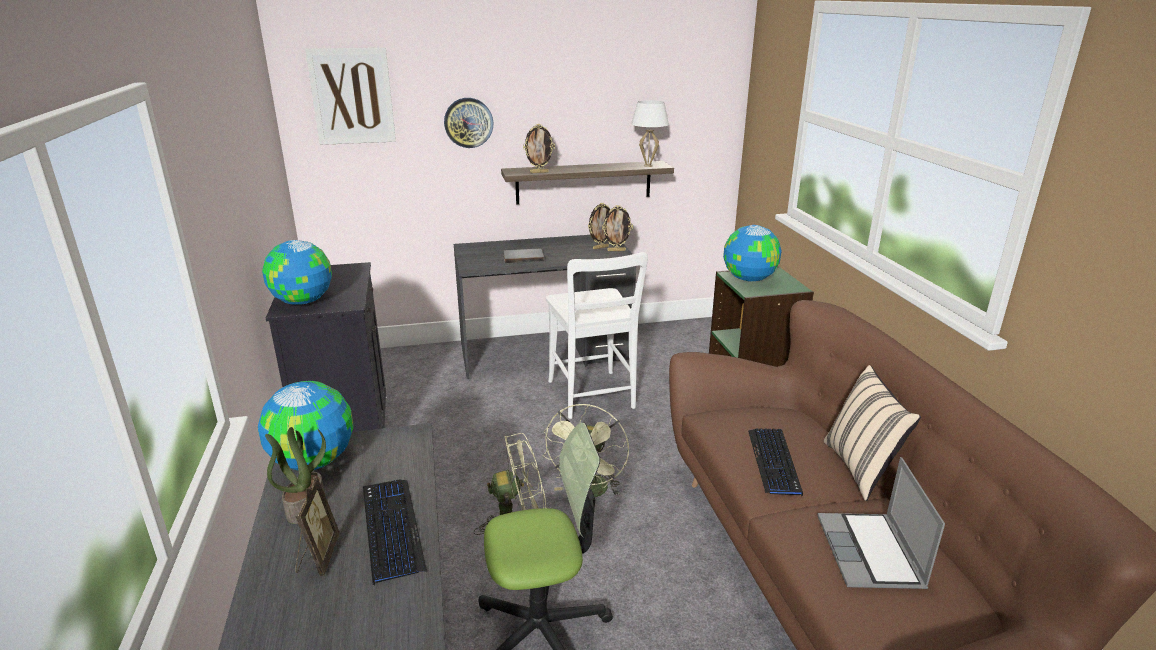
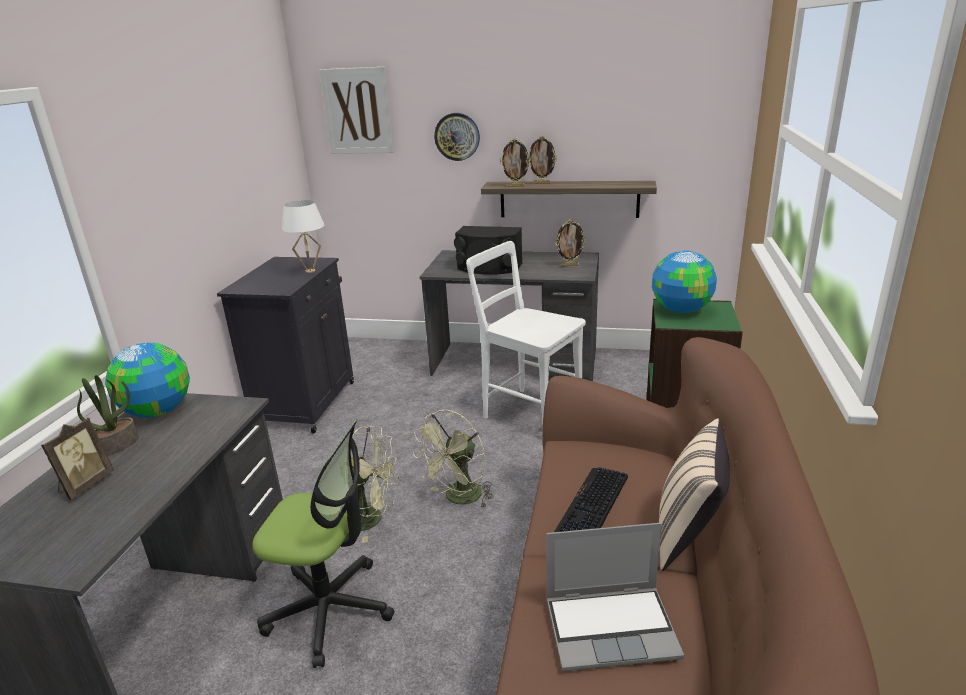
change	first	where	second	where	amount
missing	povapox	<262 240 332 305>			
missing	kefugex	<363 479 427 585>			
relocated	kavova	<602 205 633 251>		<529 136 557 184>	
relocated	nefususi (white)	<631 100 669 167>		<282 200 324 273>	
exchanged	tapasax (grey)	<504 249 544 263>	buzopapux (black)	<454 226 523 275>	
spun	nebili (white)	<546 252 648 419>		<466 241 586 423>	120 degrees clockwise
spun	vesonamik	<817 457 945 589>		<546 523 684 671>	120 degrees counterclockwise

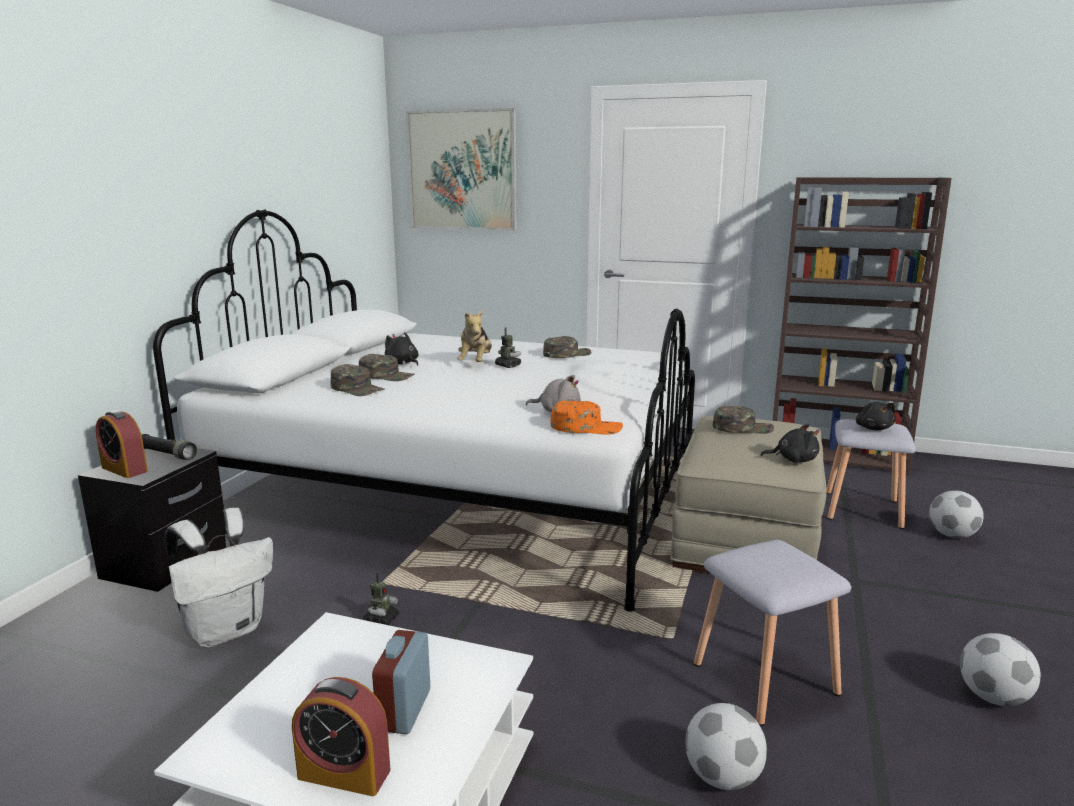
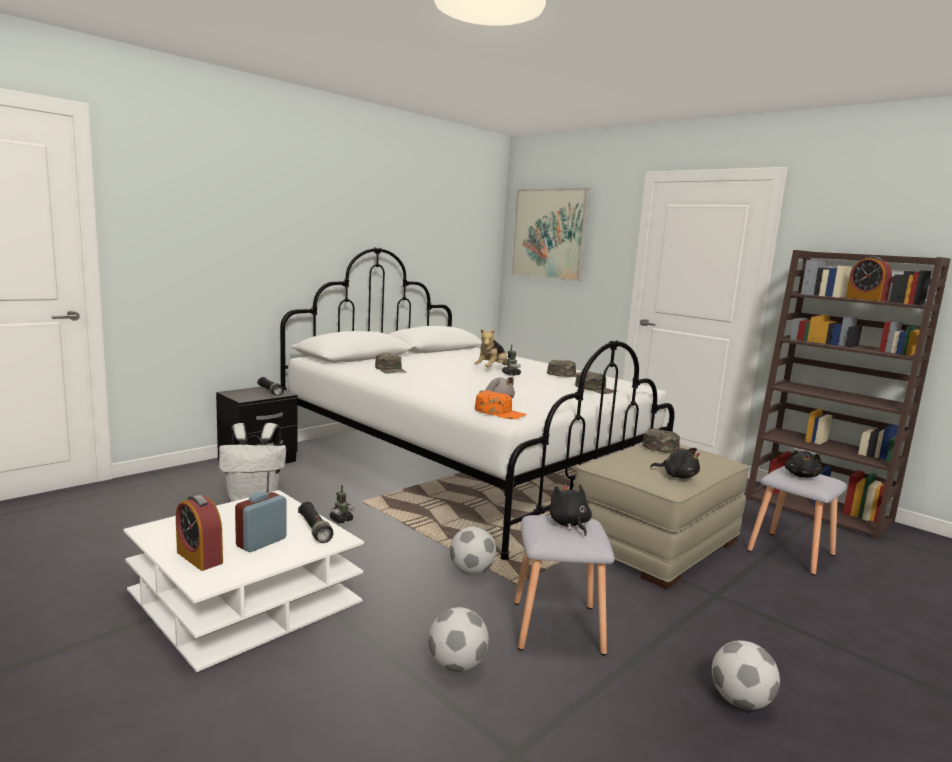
change	first	where	second	where	amount
appeared			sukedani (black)	<298 502 333 543>	
relocated	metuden	<95 410 148 478>		<846 256 892 301>	
relocated	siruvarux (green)	<359 354 415 381>		<575 371 614 394>	
relocated	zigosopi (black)	<385 332 418 366>		<549 484 592 536>	
relocated	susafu	<929 490 984 538>		<450 527 496 575>	

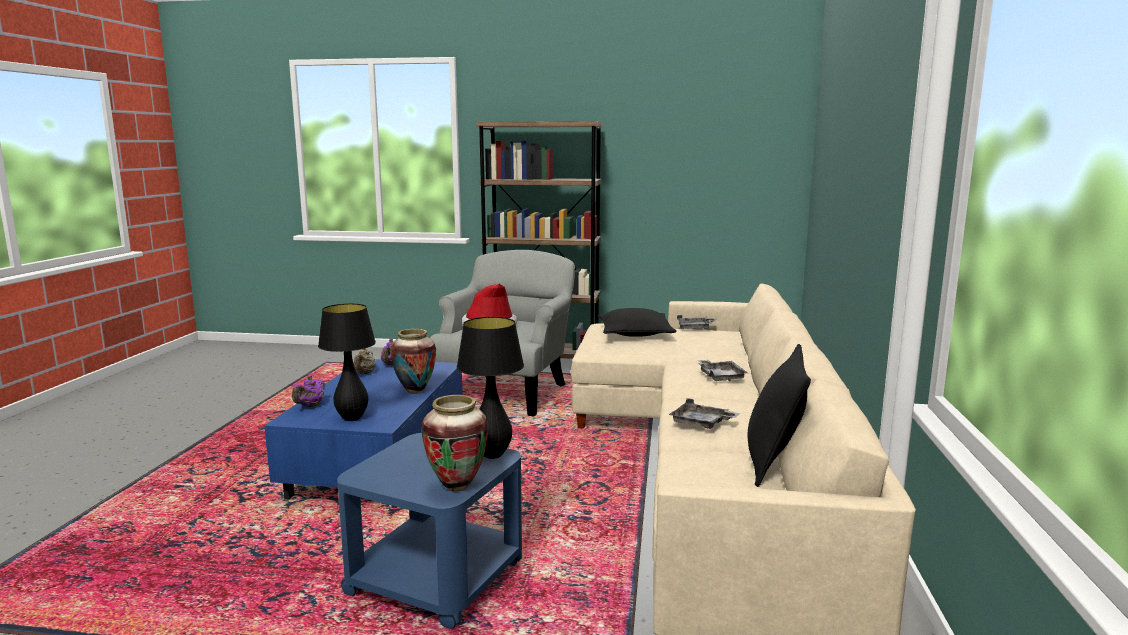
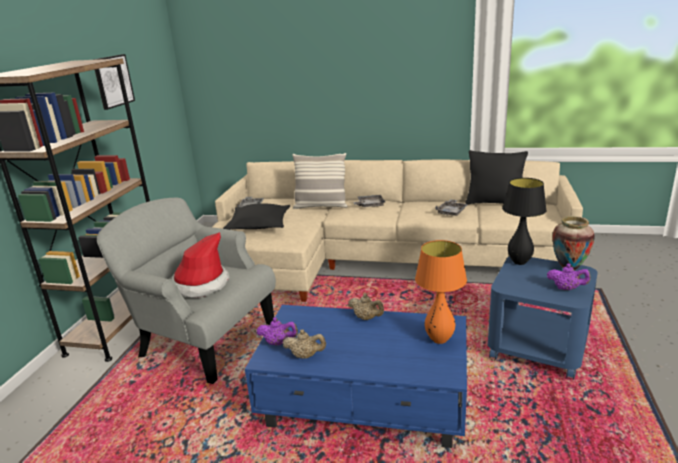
change	first	where	second	where	amount
appeared			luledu	<92 54 135 110>	
appeared			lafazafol	<293 153 348 209>	
relocated	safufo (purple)	<292 375 325 407>		<547 264 590 290>	
exchanged	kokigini	<390 329 436 394>	safufo (beige)	<348 293 384 320>	
colour	nefususi (black)	<318 304 376 421>	nefususi (orange)	<415 240 467 344>	

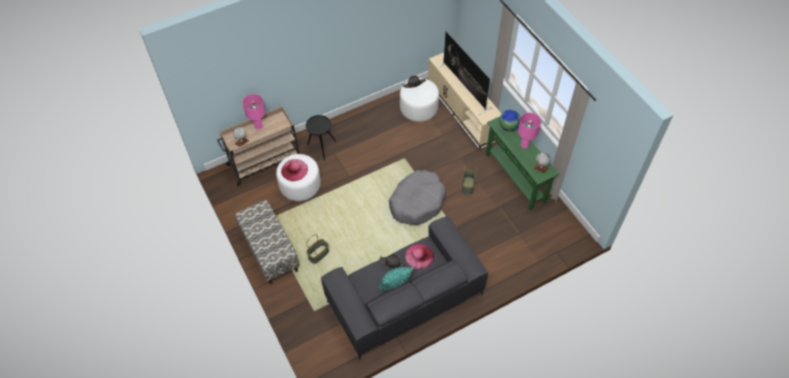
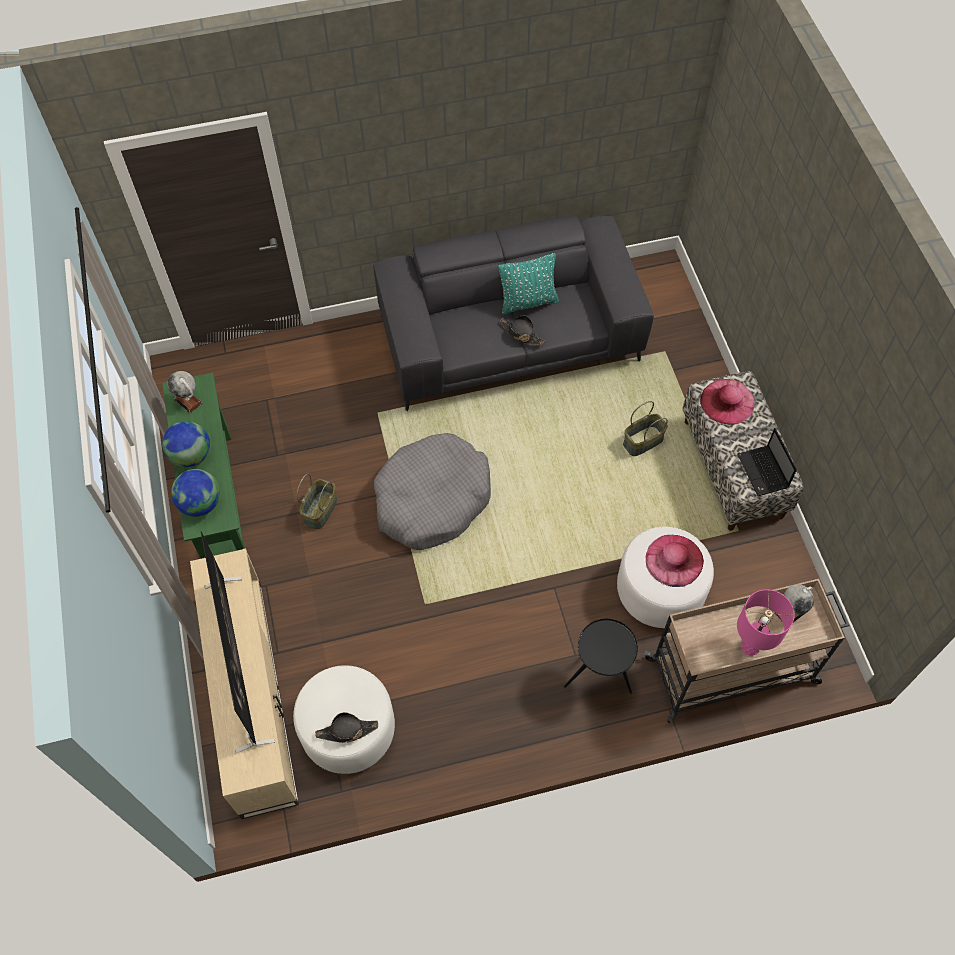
change	first	where	second	where	amount
appeared			vesonamik	<737 428 797 496>	
relocated	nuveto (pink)	<405 244 434 270>		<700 379 755 425>	
exchanged	nefususi (pink)	<518 113 541 148>	povapox	<162 421 210 467>	

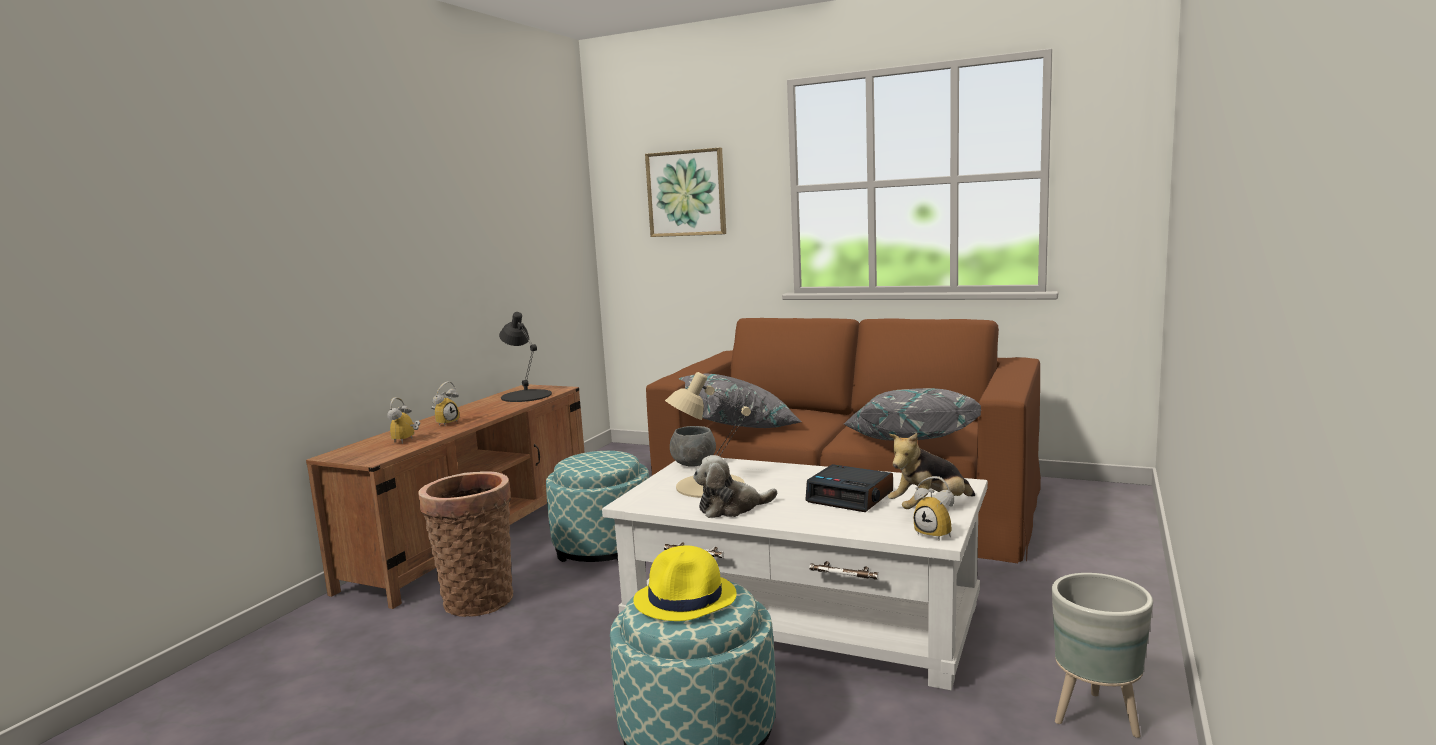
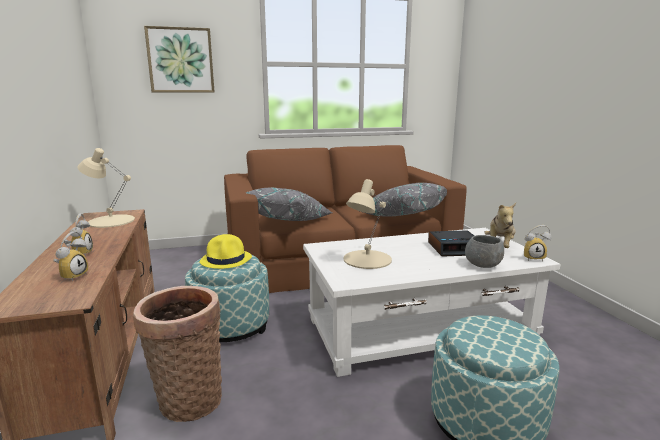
change	first	where	second	where	amount
missing	zigosopi	<693 455 777 518>			
missing	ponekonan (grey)	<1052 573 1153 738>			
relocated	nuveto (yellow)	<633 546 737 621>		<199 234 252 269>	
relocated	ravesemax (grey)	<670 426 716 467>		<465 235 504 268>	
colour	nefususi (black)	<499 312 552 402>	nefususi (beige)	<78 148 135 228>	
spun	metuden	<387 397 420 444>		<53 231 88 281>	135 degrees counterclockwise

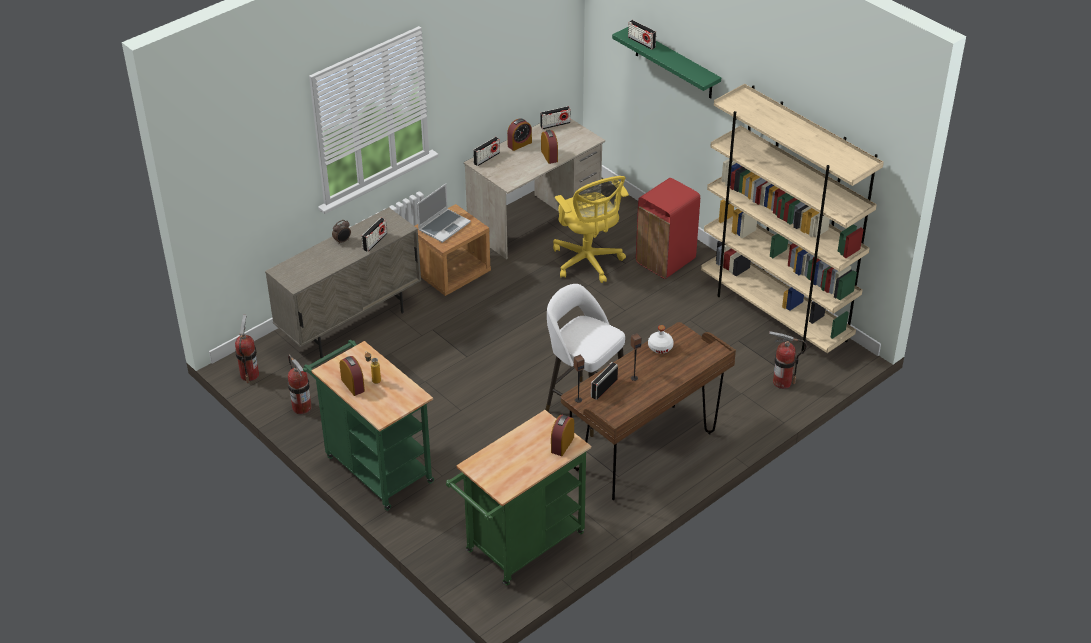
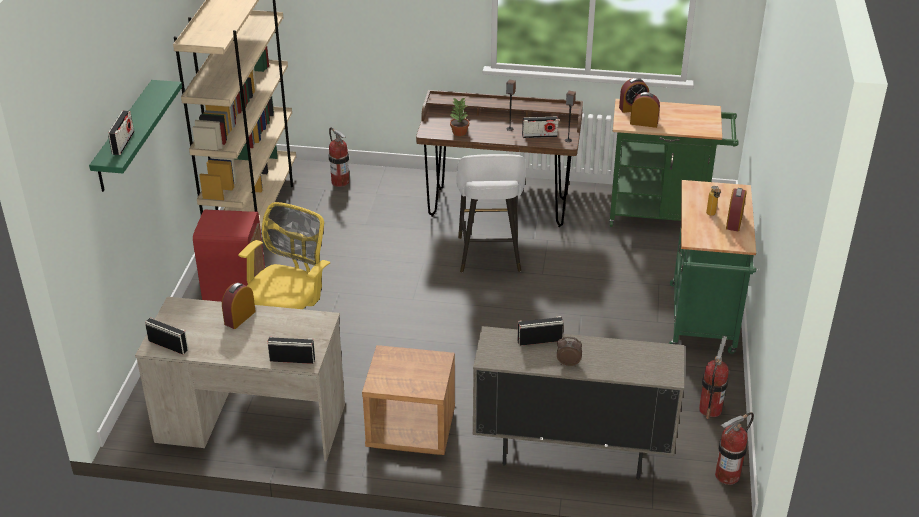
change	first	where	second	where	amount
missing	vesonamik	<417 184 471 243>			
relocated	metuden	<507 118 532 151>		<630 92 660 128>	
exchanged	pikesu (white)	<648 325 674 354>	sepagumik	<450 98 469 136>	

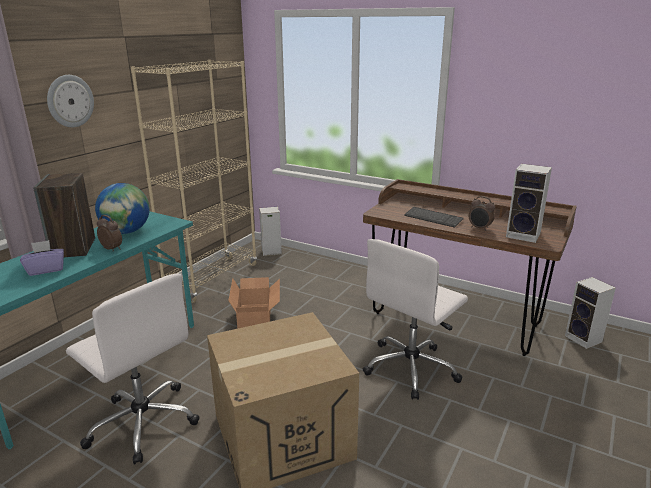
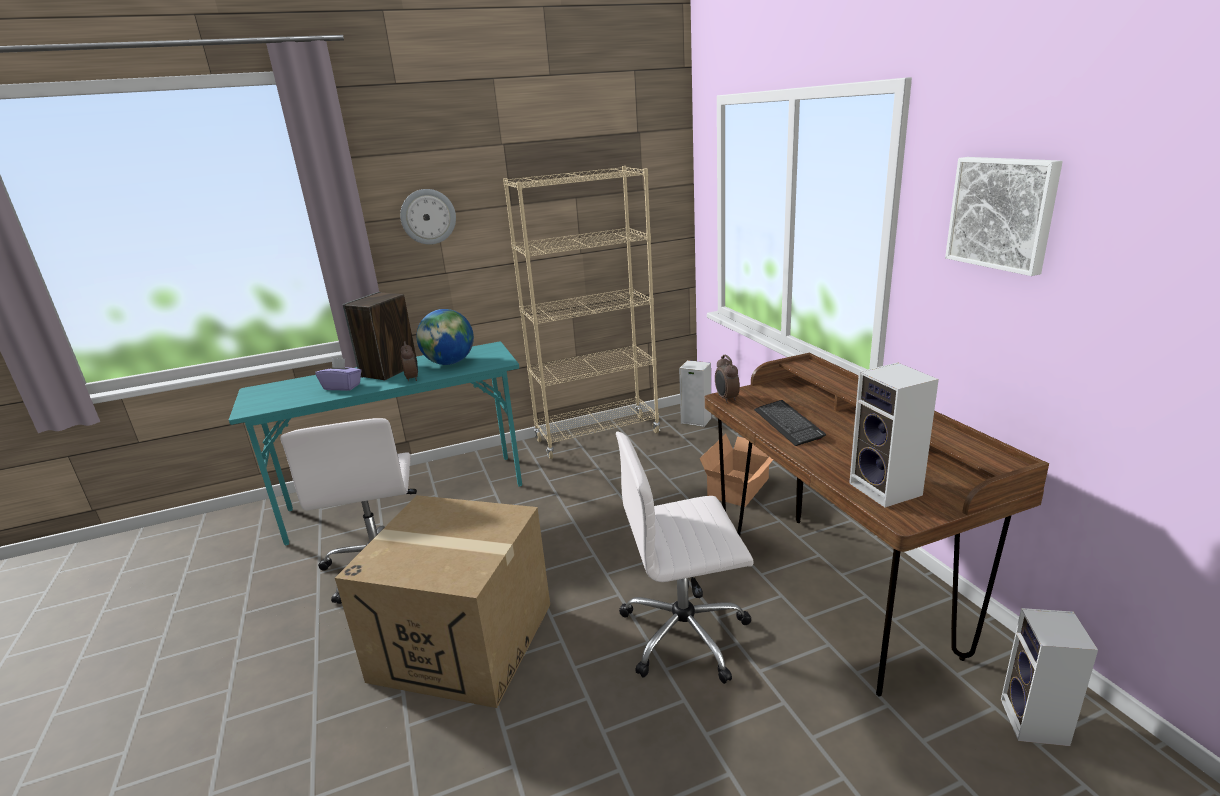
change	first	where	second	where	amount
appeared			luledu	<945 157 1063 276>	
relocated	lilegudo	<228 277 280 329>		<700 434 773 507>	
relocated	metuden	<469 196 495 231>		<715 355 740 403>	

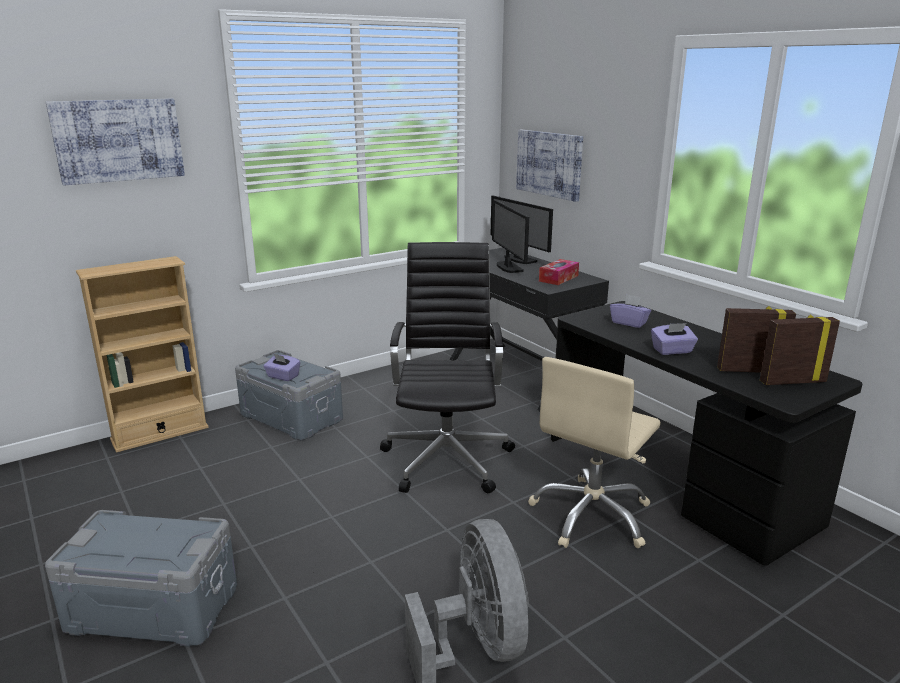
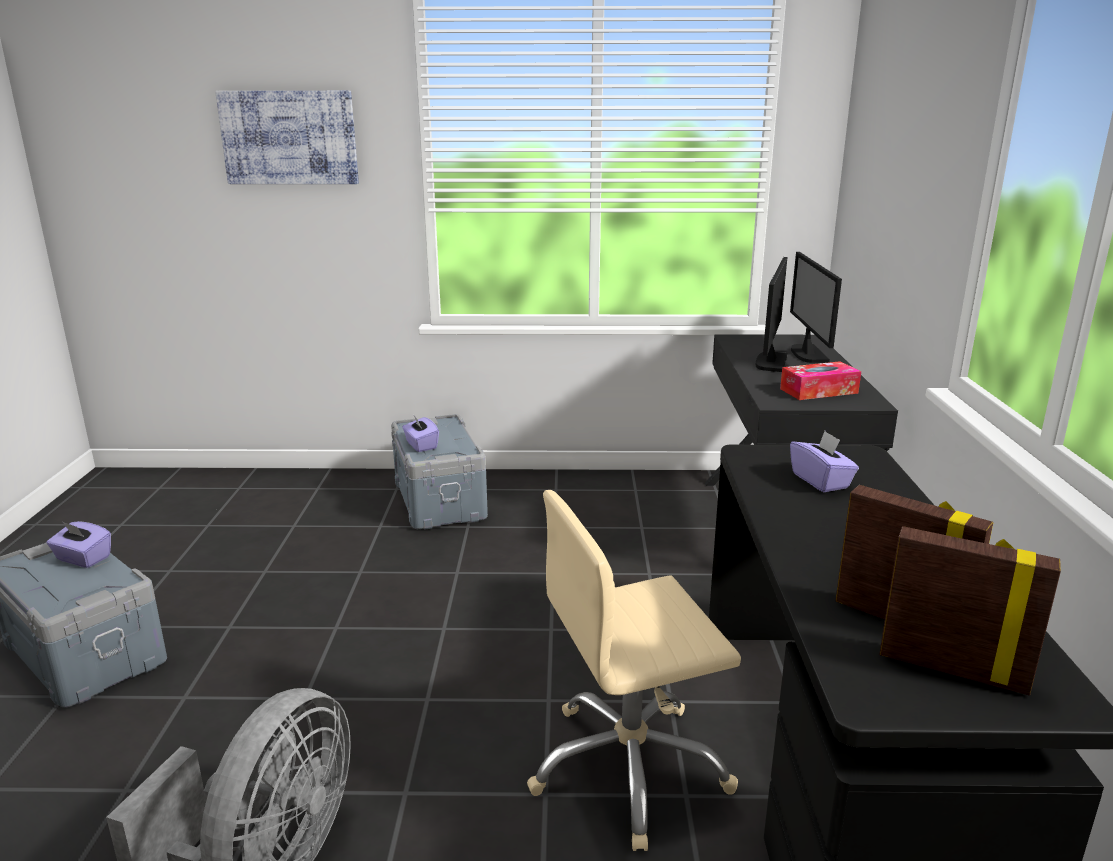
change	first	where	second	where	amount
missing	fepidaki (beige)	<76 256 209 453>			
missing	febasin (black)	<380 242 515 493>			
missing	luledu	<516 130 583 202>			
relocated	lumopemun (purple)	<651 323 698 355>		<47 521 111 568>	

